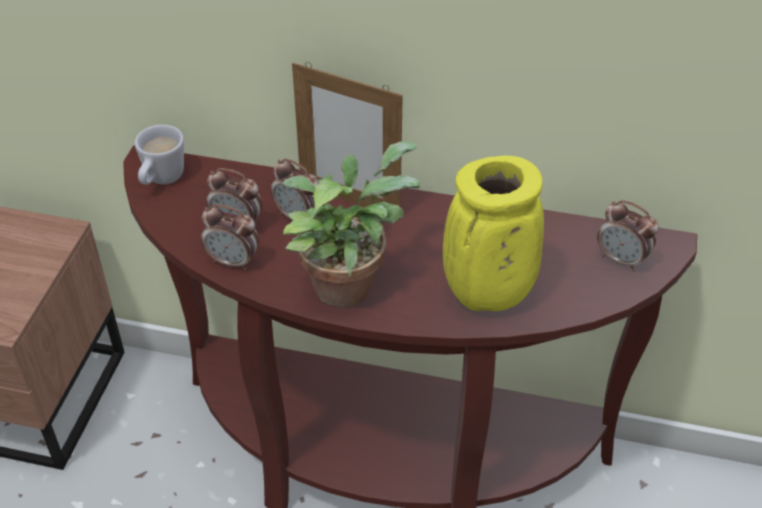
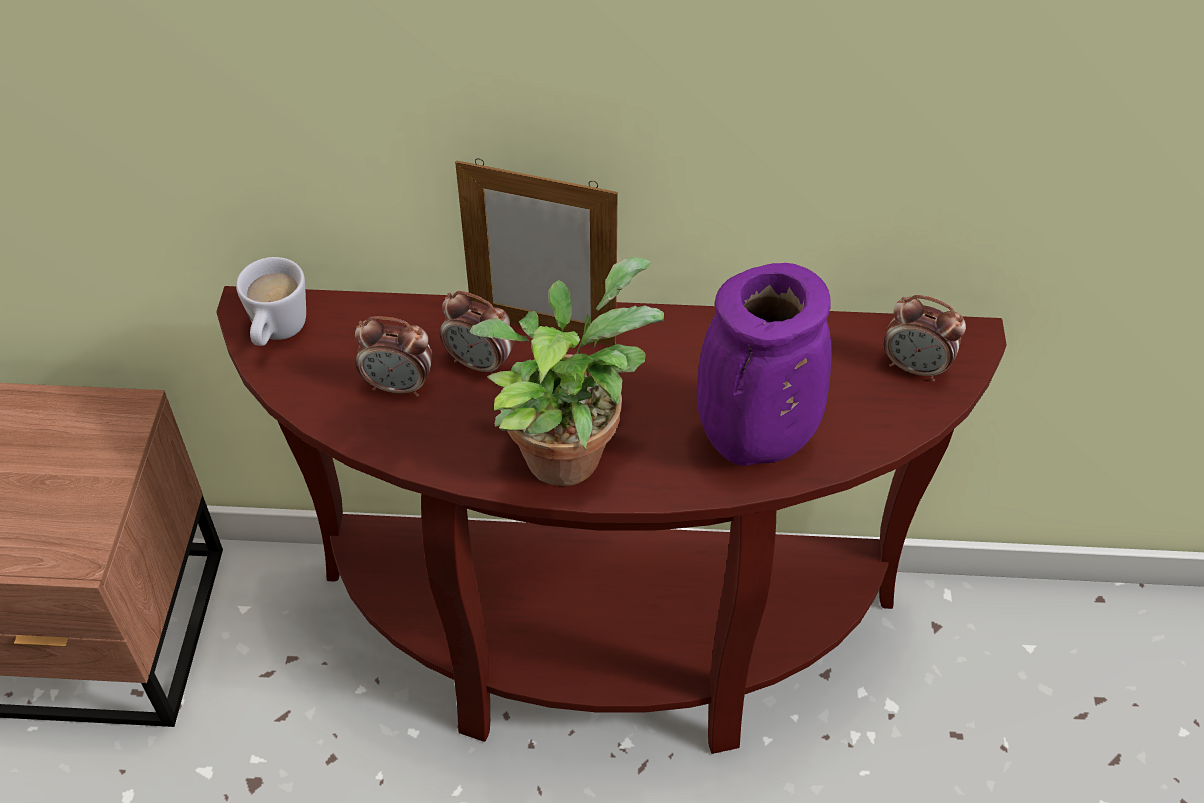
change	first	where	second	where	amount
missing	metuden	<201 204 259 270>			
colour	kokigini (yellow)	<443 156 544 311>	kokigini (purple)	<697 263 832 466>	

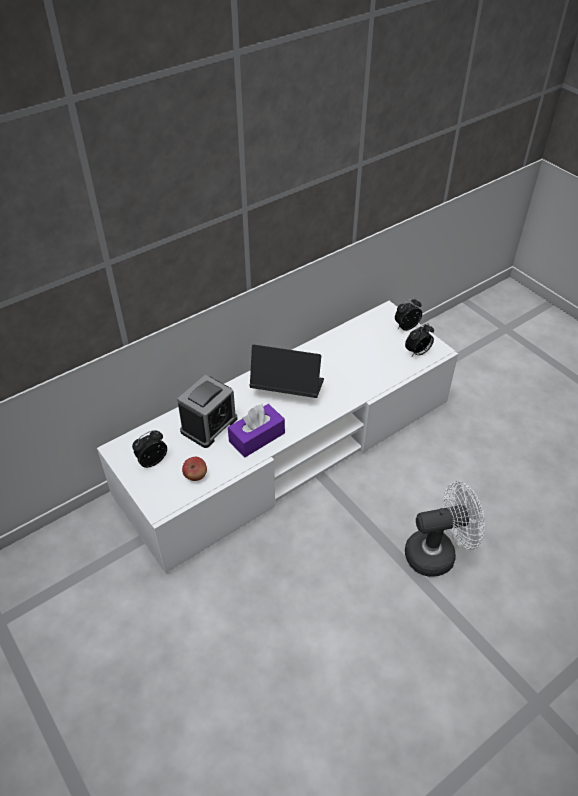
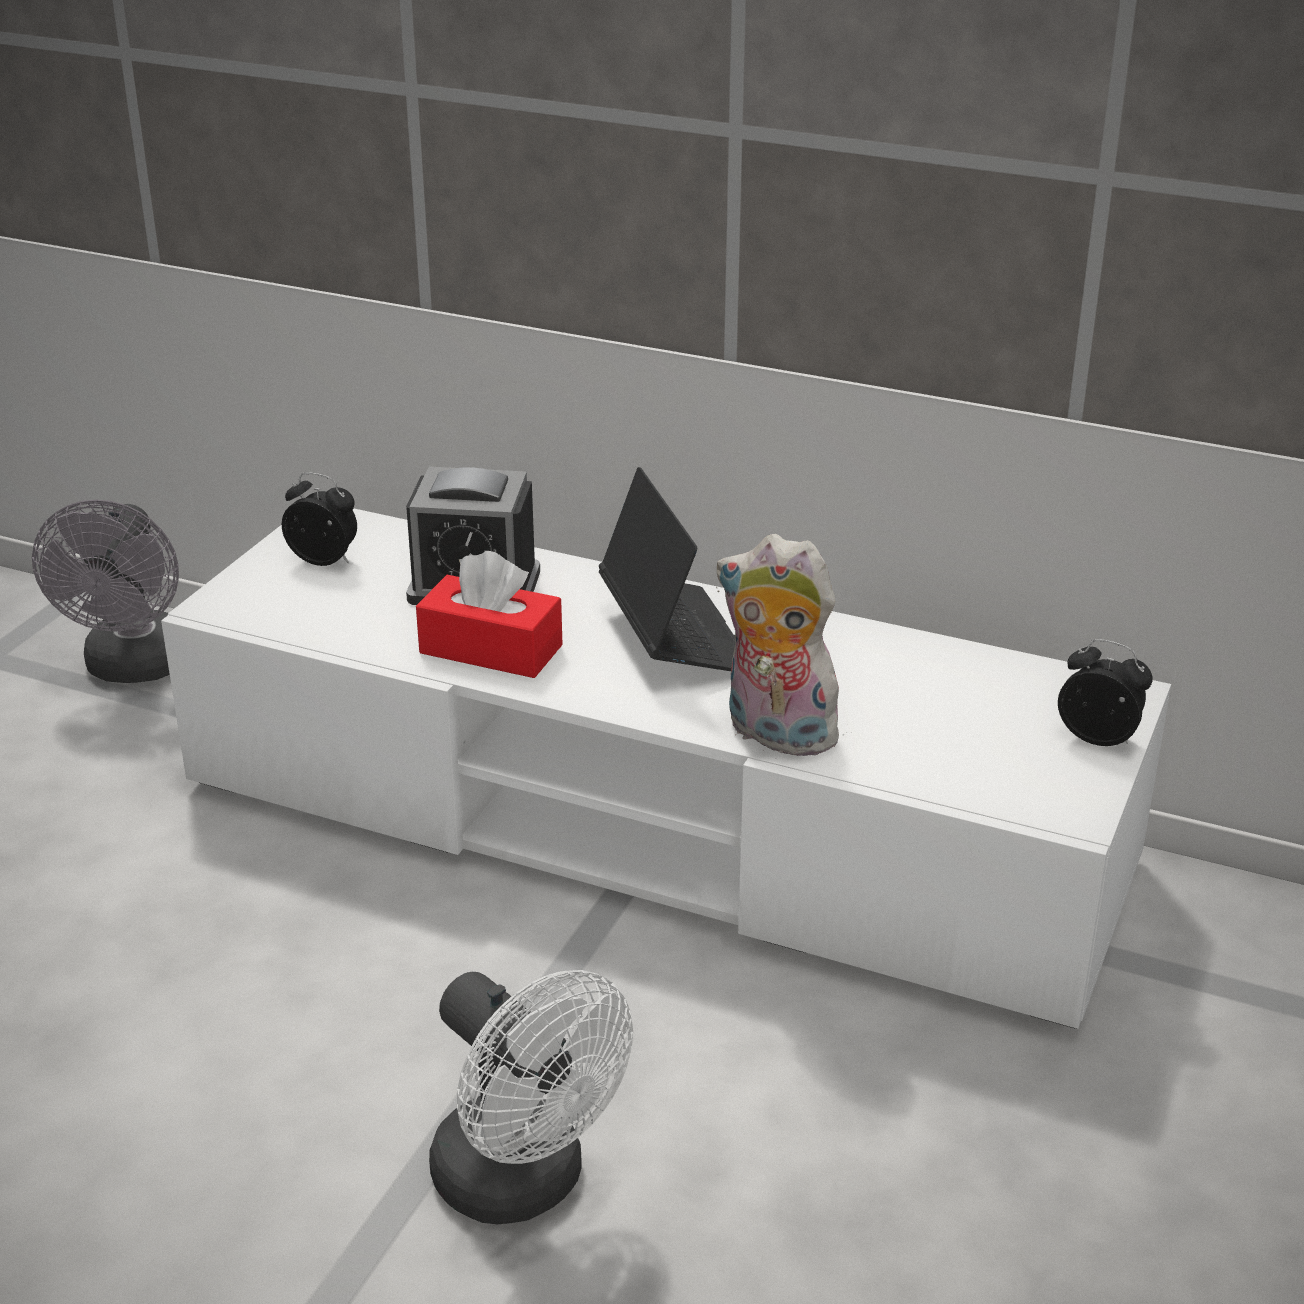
change	first	where	second	where	amount
missing	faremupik	<182 457 207 481>			
missing	metuden	<405 324 434 356>			
appeared			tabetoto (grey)	<32 500 179 683>	
appeared			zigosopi	<716 534 848 756>	
colour	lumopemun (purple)	<228 404 285 457>	lumopemun (red)	<416 551 563 678>	

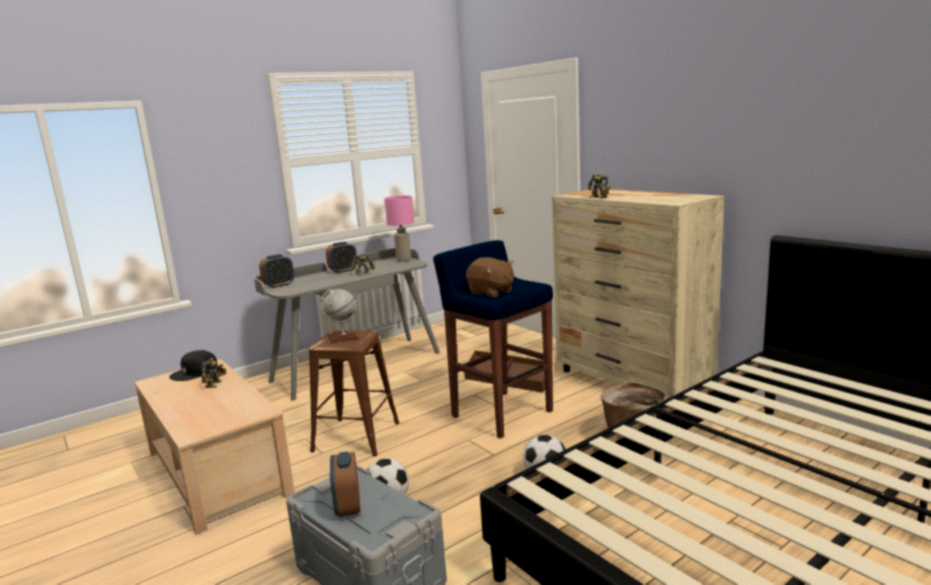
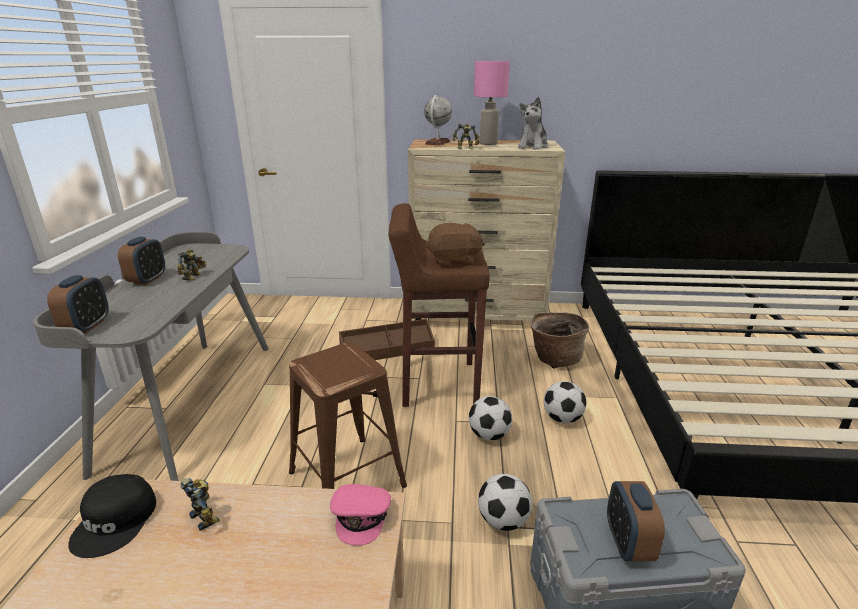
change	first	where	second	where	amount
appeared			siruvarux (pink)	<330 484 391 546>	
appeared			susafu	<469 396 512 441>	
appeared			zigosopi	<518 97 548 150>	
relocated	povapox	<320 289 359 344>		<424 95 452 146>	
relocated	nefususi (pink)	<384 196 414 262>		<474 61 510 145>	
colour	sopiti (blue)	<433 240 553 439>	sopiti (brown)	<389 203 490 407>	
spun	metuden	<330 452 360 517>		<607 481 665 561>	60 degrees clockwise

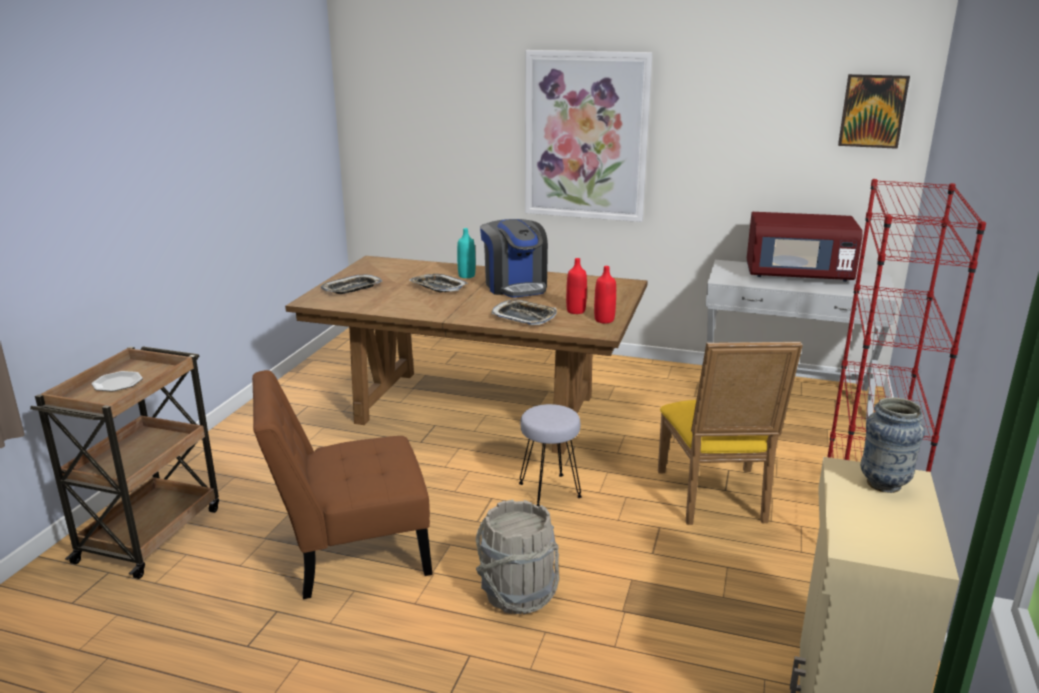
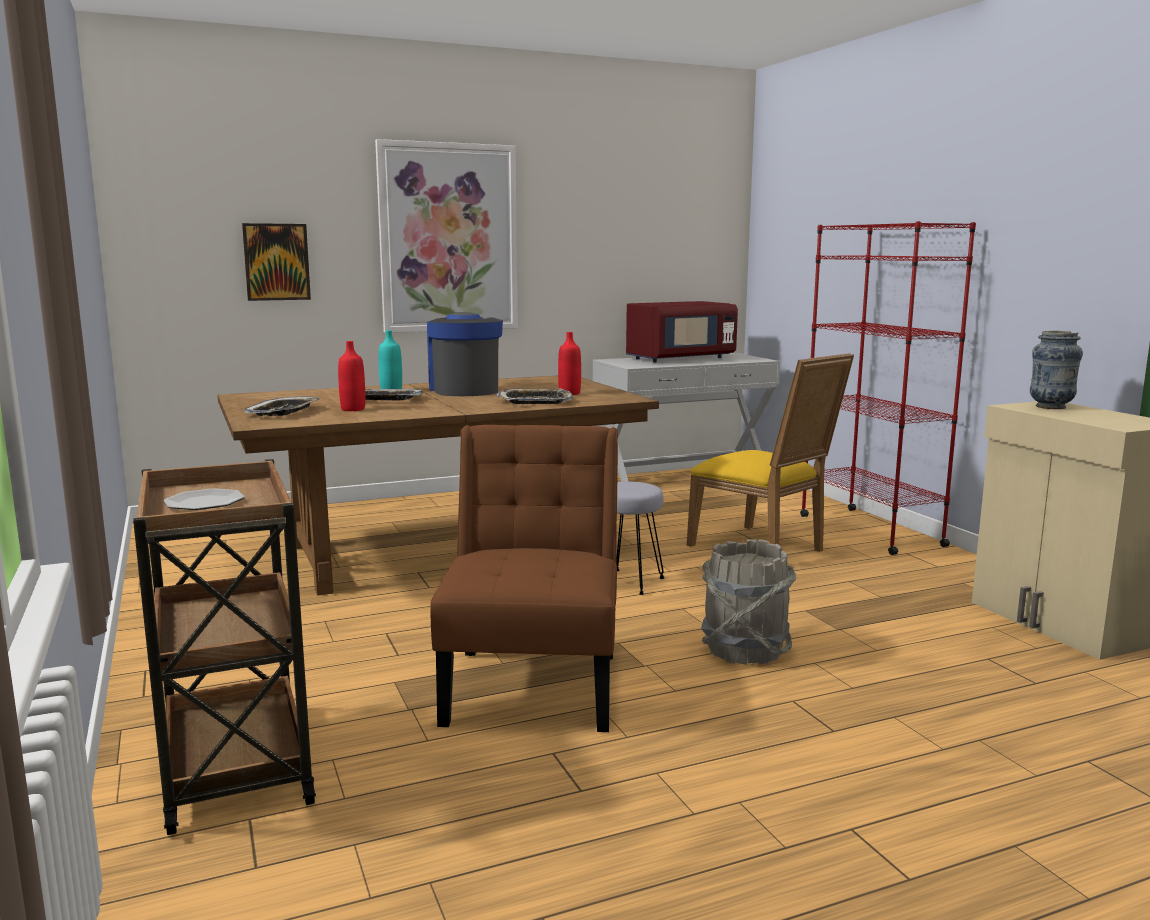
change	first	where	second	where	amount
relocated	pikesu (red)	<594 266 616 324>		<338 341 365 411>	
relocated	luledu	<838 74 910 149>		<242 223 311 301>	
spun	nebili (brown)	<252 370 433 599>		<430 425 618 732>	150 degrees clockwise
spun	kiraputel	<480 219 548 298>		<427 312 503 396>	135 degrees counterclockwise

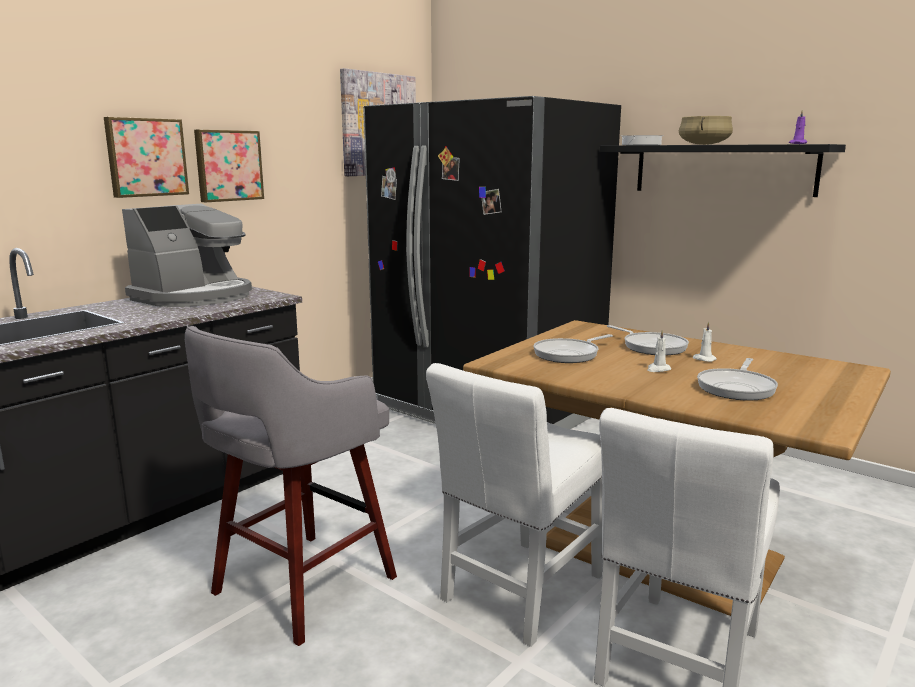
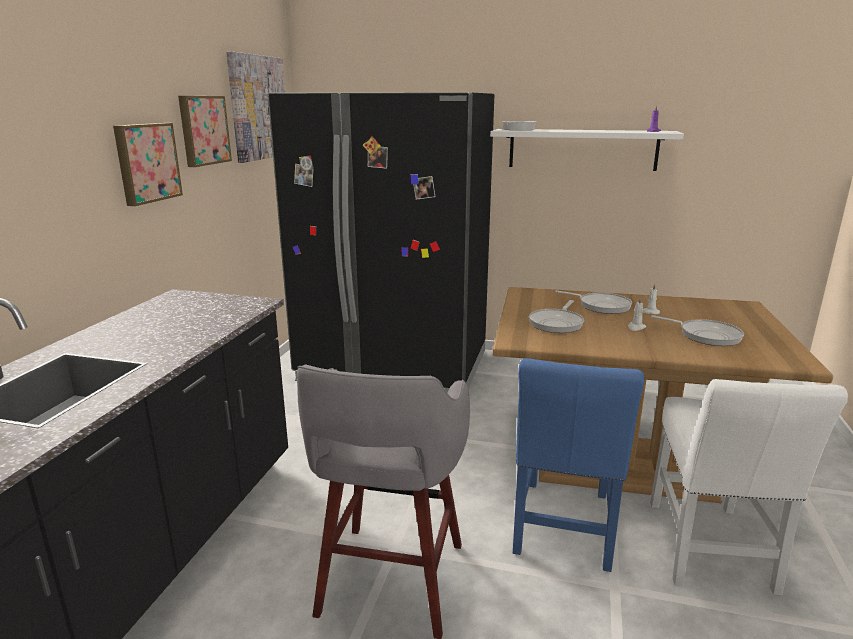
change	first	where	second	where	amount
missing	kiraputel	<122 204 252 307>			
missing	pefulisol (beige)	<679 116 733 145>			
relocated	luledu	<104 117 189 198>		<178 96 232 167>	
colour	nebili (white)	<426 363 603 647>	nebili (blue)	<513 358 644 572>	
colour	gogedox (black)	<600 144 846 197>	gogedox (white)	<490 129 684 171>	
spun	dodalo	<697 358 778 401>		<651 315 744 346>	60 degrees counterclockwise

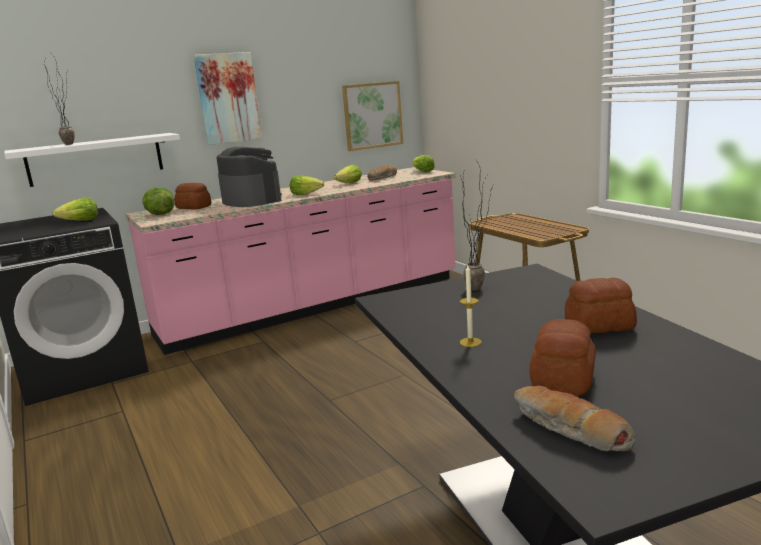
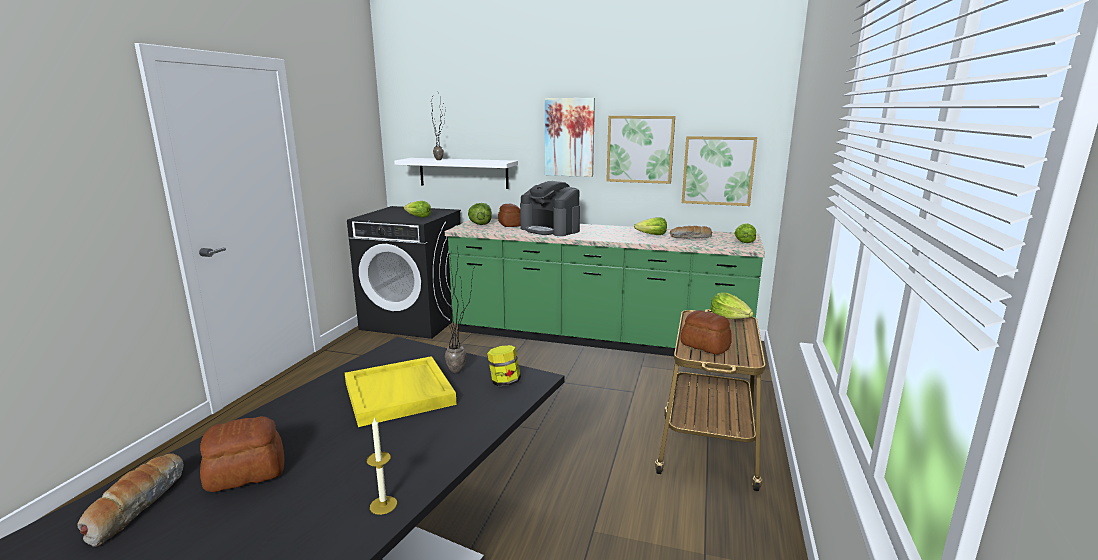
change	first	where	second	where	amount
appeared			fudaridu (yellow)	<345 356 457 427>	
appeared			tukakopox	<487 345 521 386>	
appeared			luledu	<606 116 675 184>	
relocated	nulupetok	<290 176 324 195>		<710 292 754 319>	
relocated	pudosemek	<460 265 482 347>		<367 417 397 515>	
relocated	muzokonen	<565 278 637 334>		<680 310 732 354>	
colour	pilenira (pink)	<125 167 456 355>	pilenira (green)	<445 219 765 364>	
spun	kiraputel	<217 147 282 207>		<520 181 580 236>	120 degrees clockwise

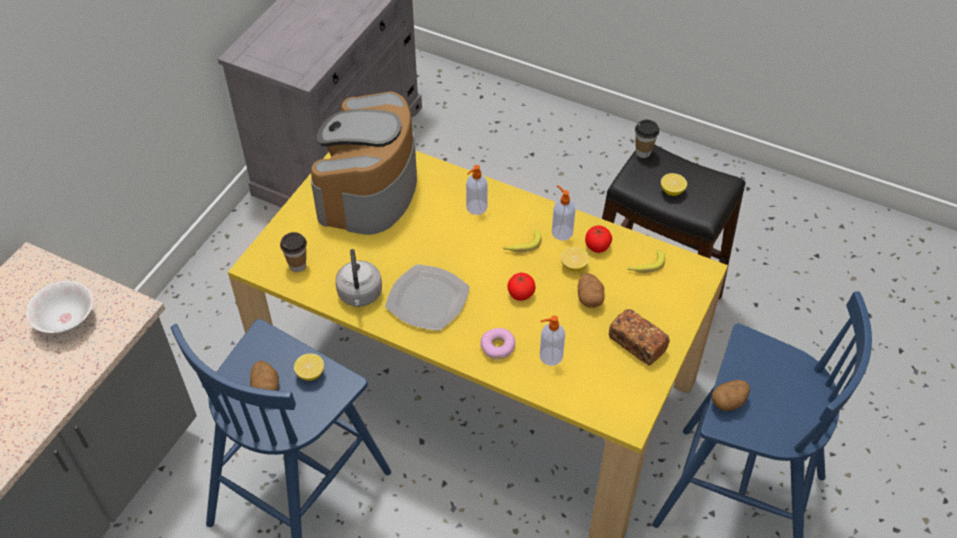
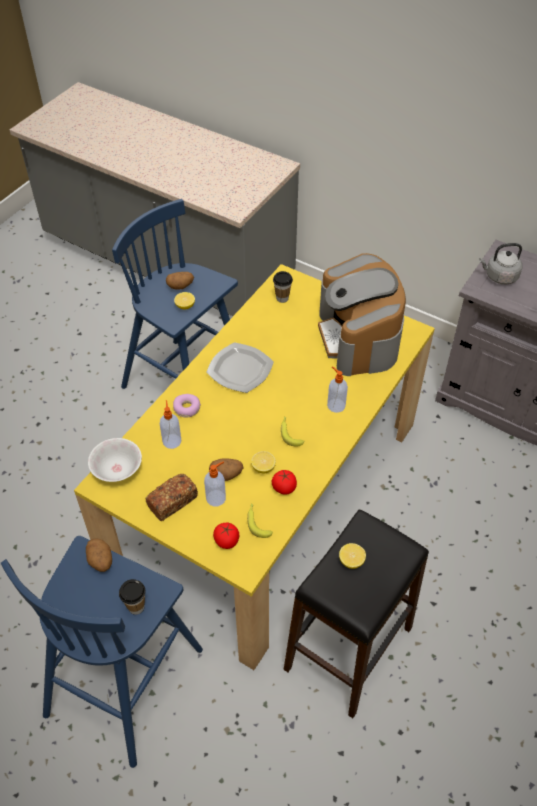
change	first	where	second	where	amount
relocated	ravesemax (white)	<26 281 93 333>		<88 438 142 482>	
relocated	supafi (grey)	<335 249 382 307>		<479 243 523 285>	
relocated	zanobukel	<507 273 536 301>		<213 523 239 549>	
relocated	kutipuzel	<552 185 575 241>		<204 461 226 506>	
relocated	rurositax	<635 120 659 158>		<119 579 146 615>	
spun	kiraputel	<311 91 417 235>		<318 253 406 376>	120 degrees counterclockwise

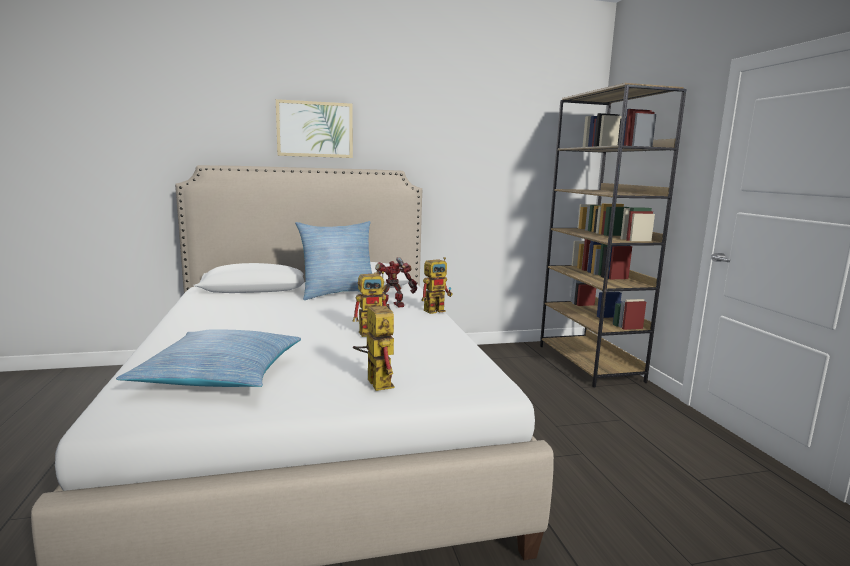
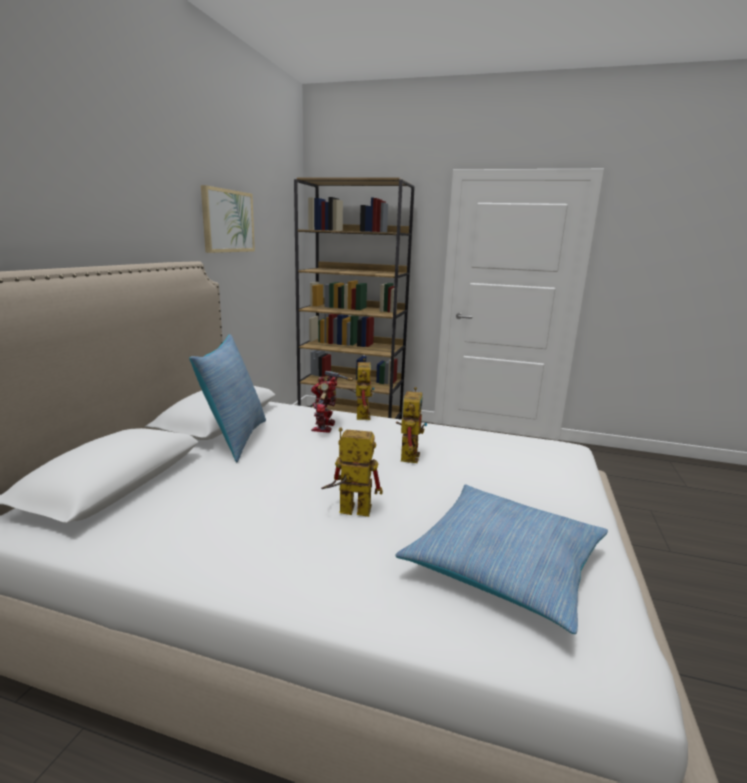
change	first	where	second	where	amount
relocated	luledu	<276 99 353 158>		<201 185 255 253>	
relocated	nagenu	<353 301 395 391>		<321 428 383 517>	

